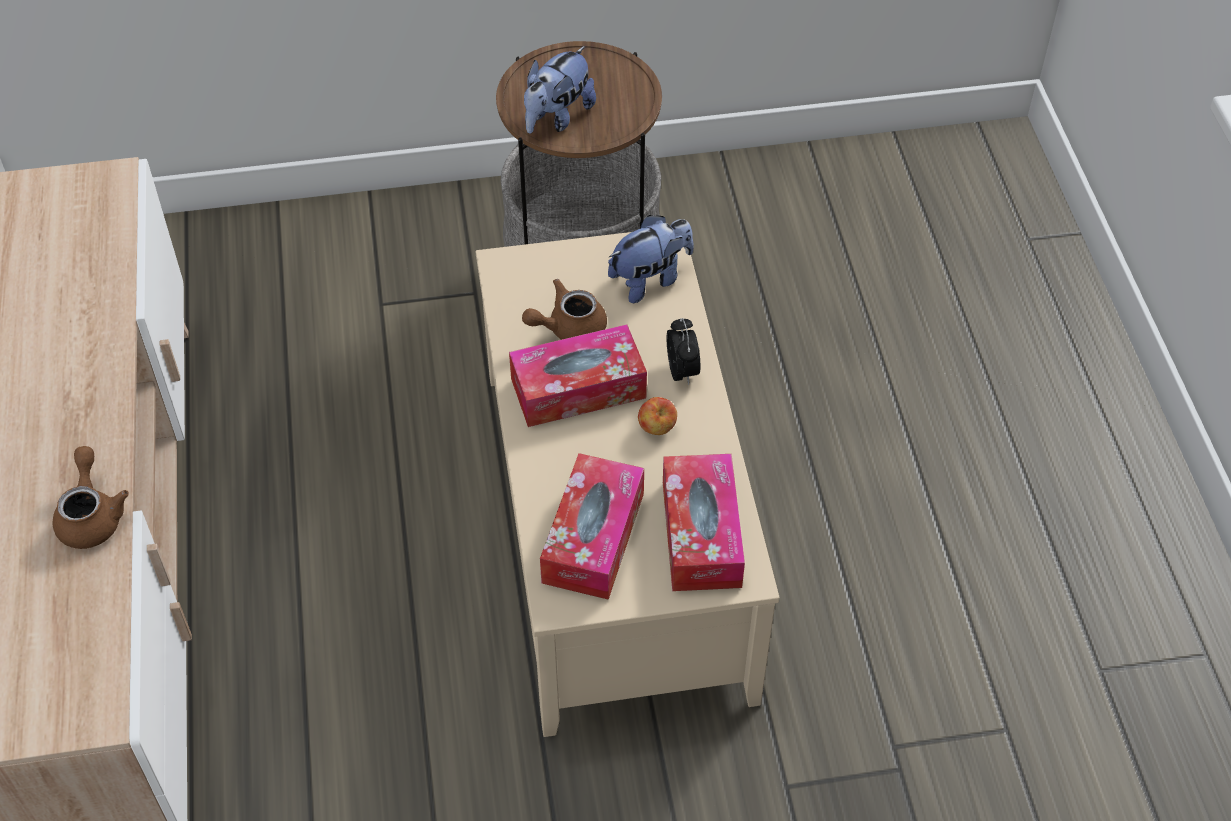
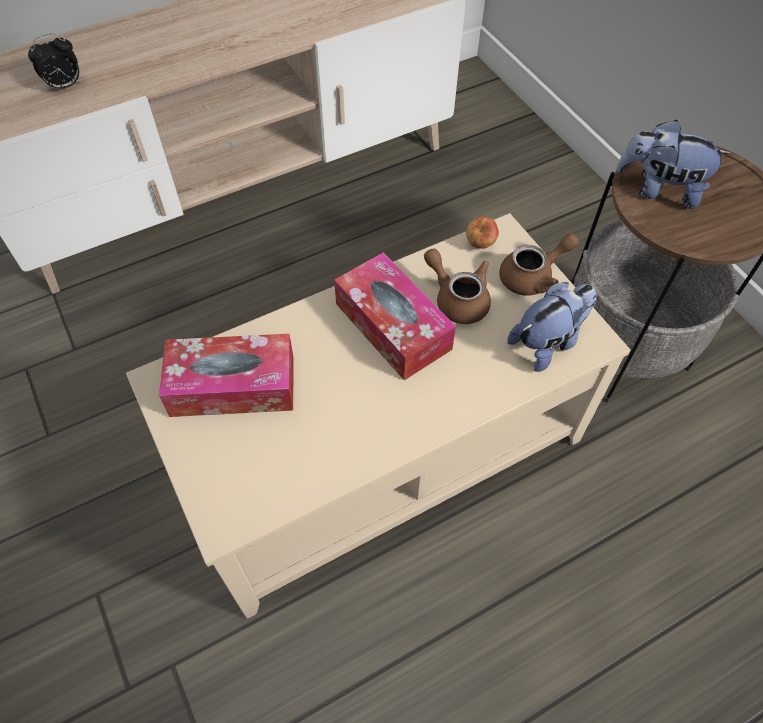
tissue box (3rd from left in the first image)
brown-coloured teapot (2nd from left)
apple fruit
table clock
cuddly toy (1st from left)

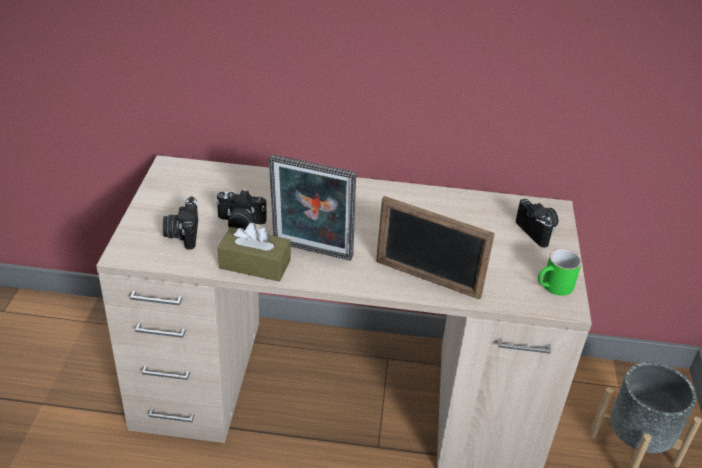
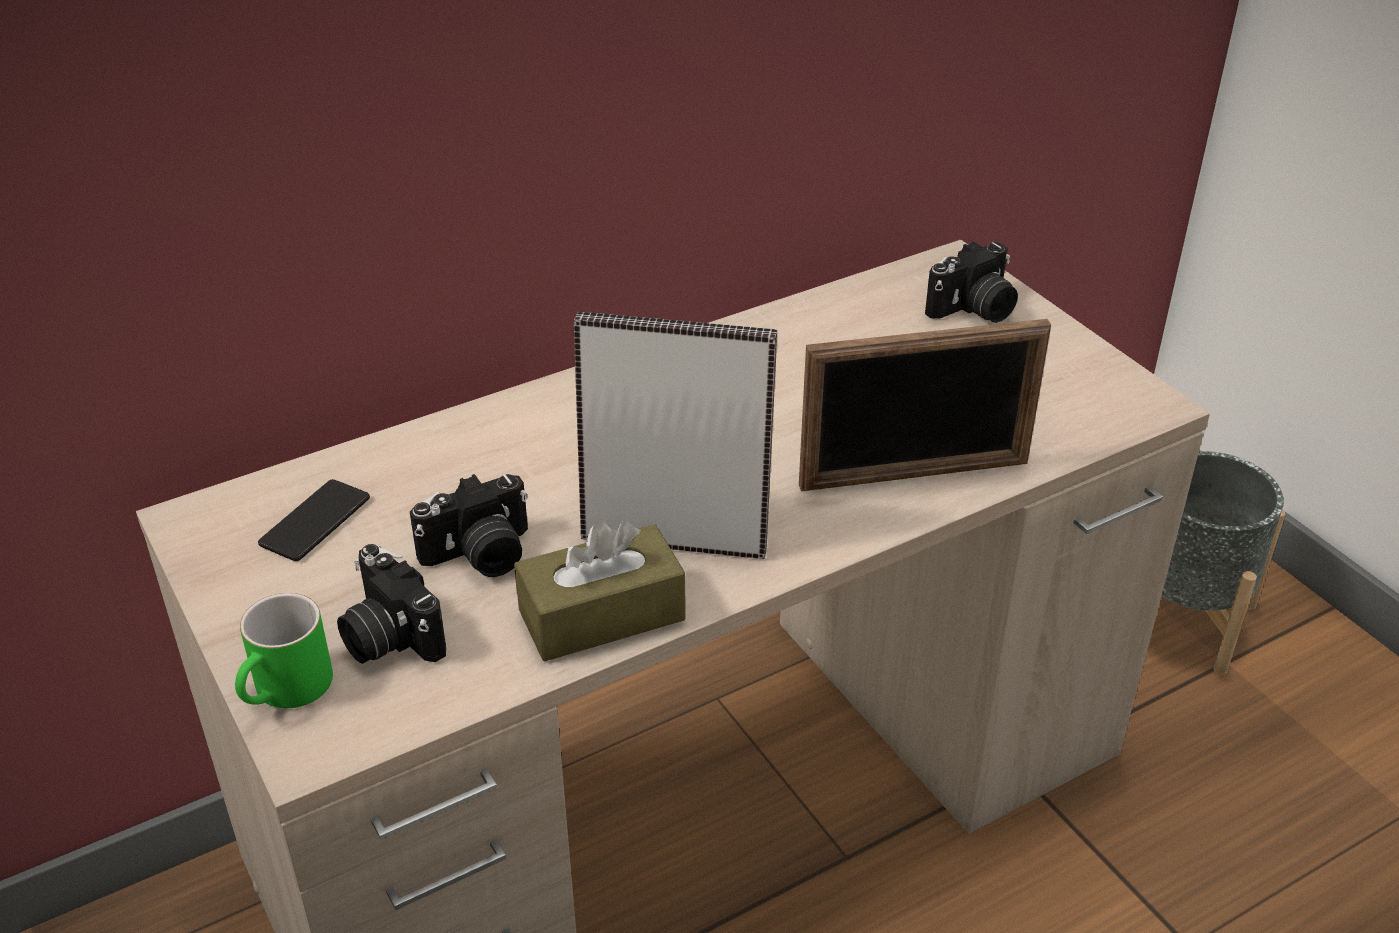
phone
green tea mug
standing frame (1st from left)
still camera (3rd from left)

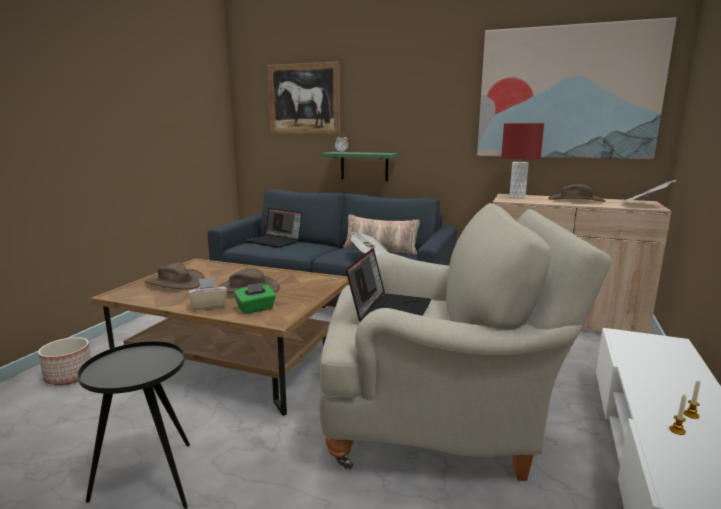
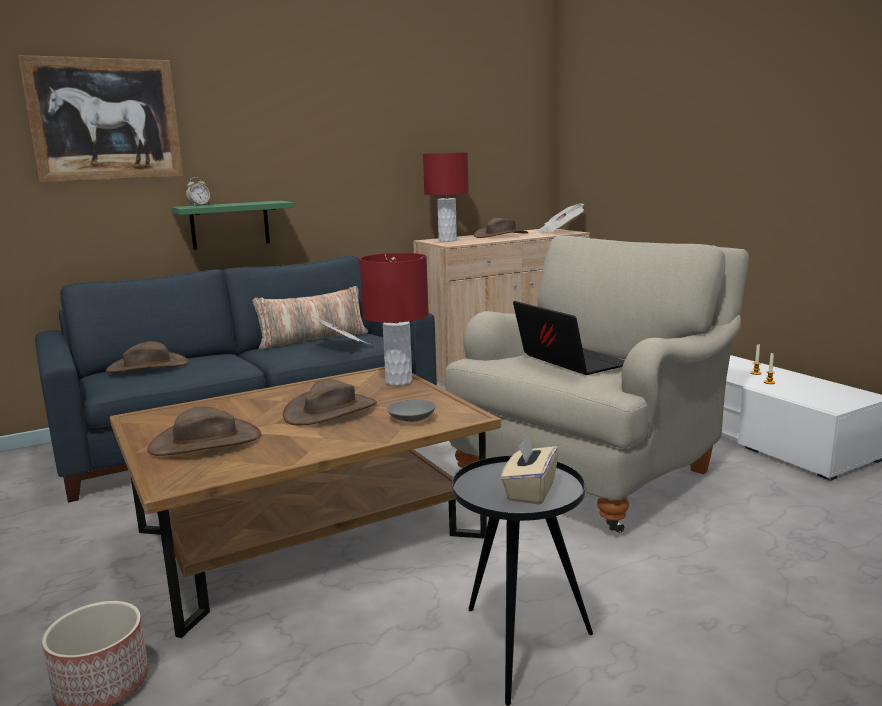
wall picture (2nd from left in the first image)
reddish lamp for a table (1st from left)
sand-coloured tissue box
grey serving bowl
brown-coloured hat (1st from left)

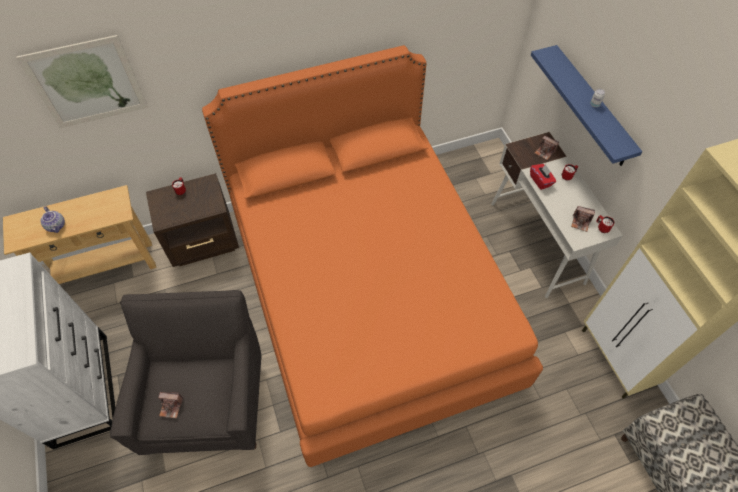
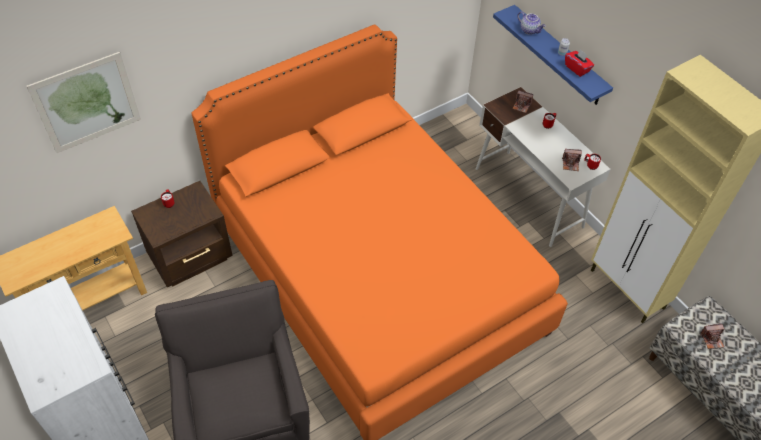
teapot
still camera (3rd from left)
reddish tissue box

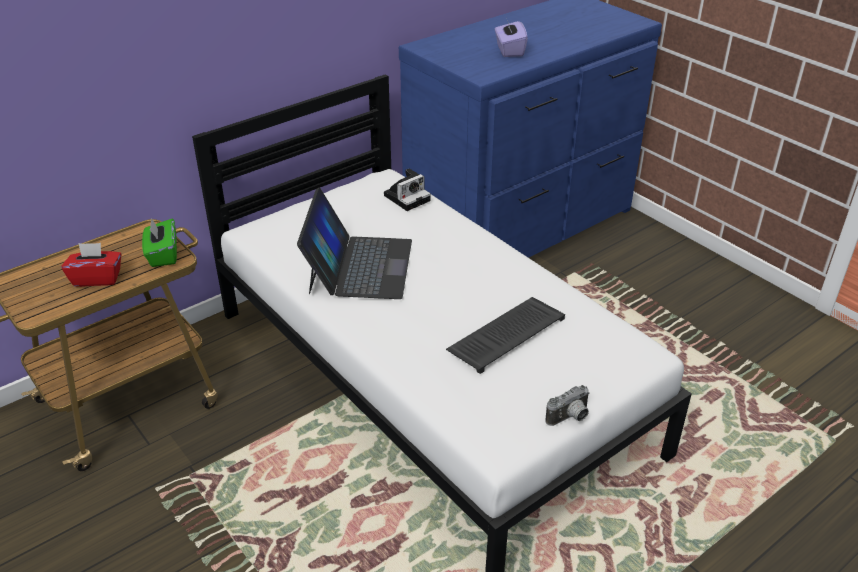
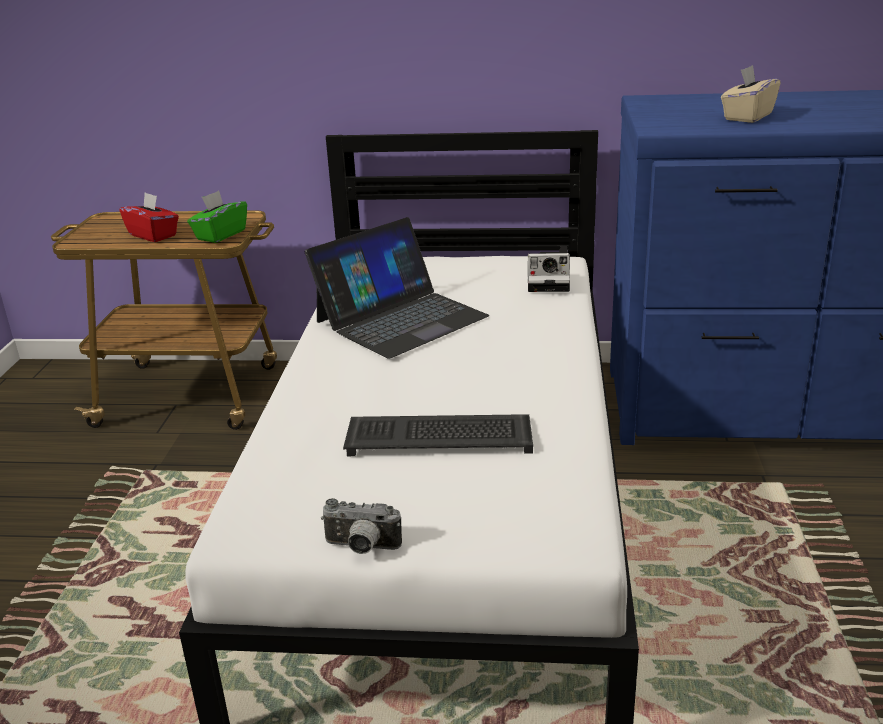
sand-coloured tissue box

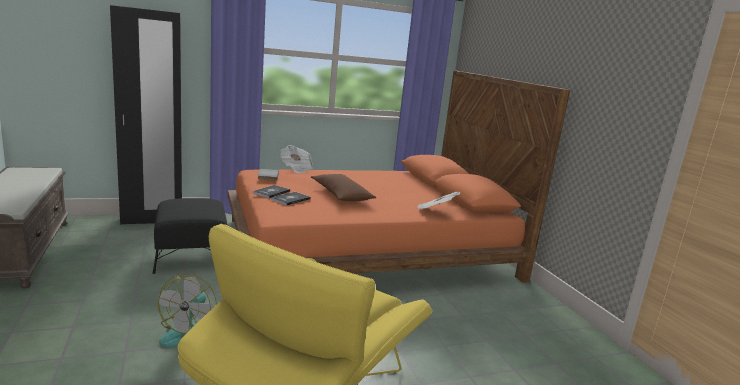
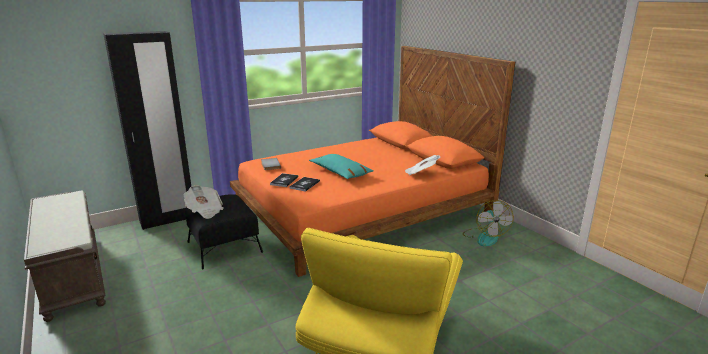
fan
printed paper (1st from left)
blue-green pillow

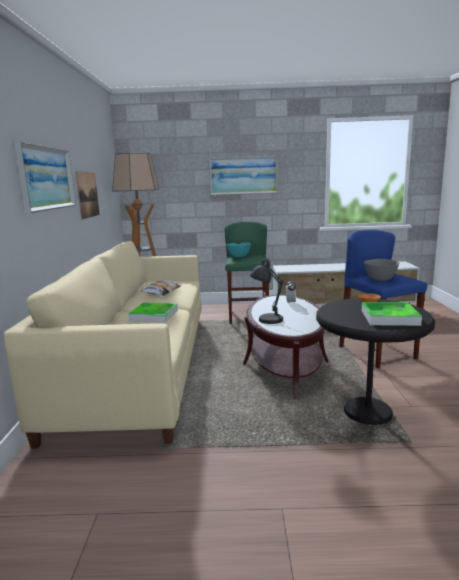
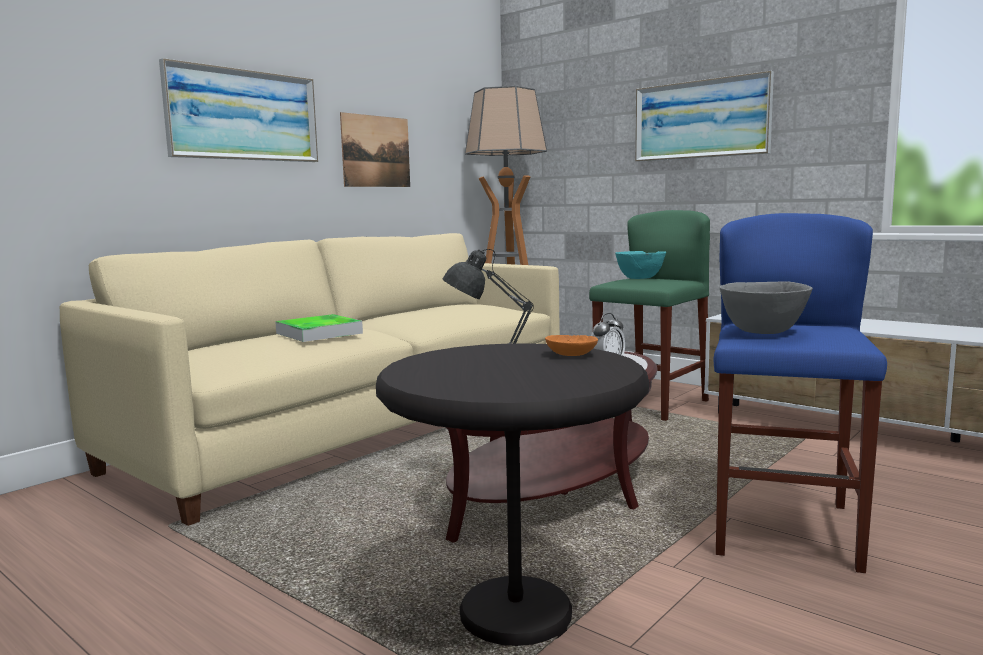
pillow
tray (2nd from left in the first image)

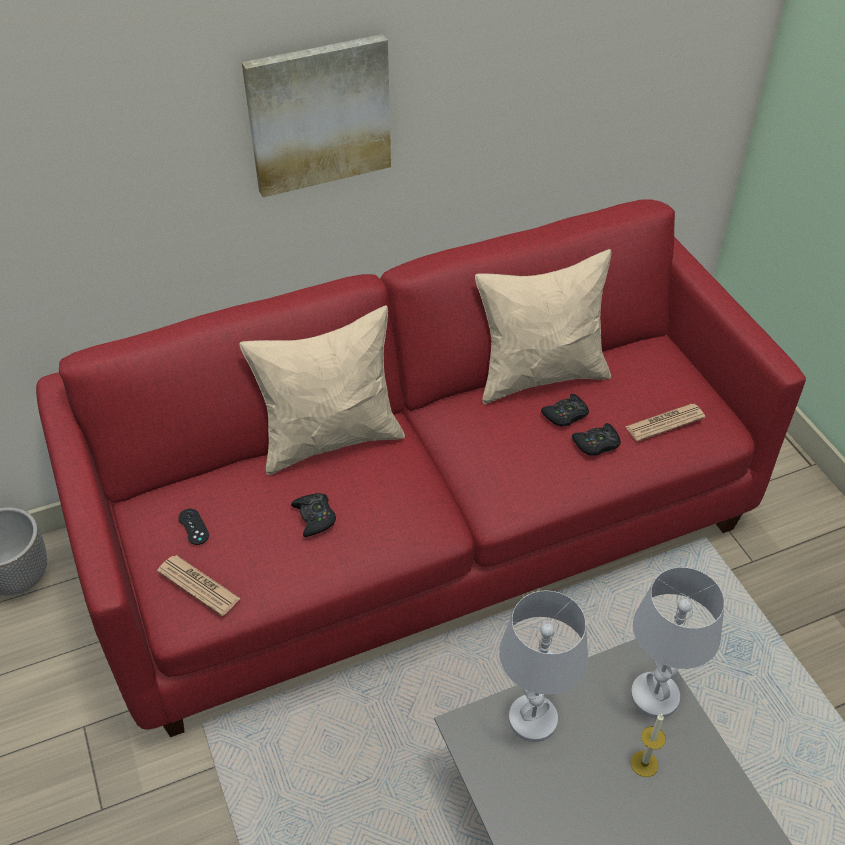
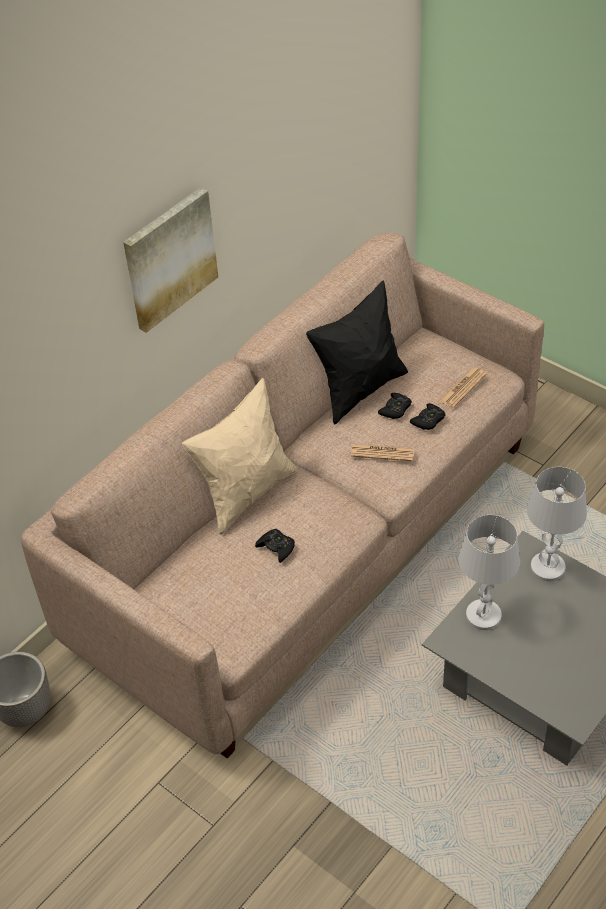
blackish gamepad (1st from left in the first image)
wax light
printed paper (1st from left)
sand-coloured sofa
blackish pillow

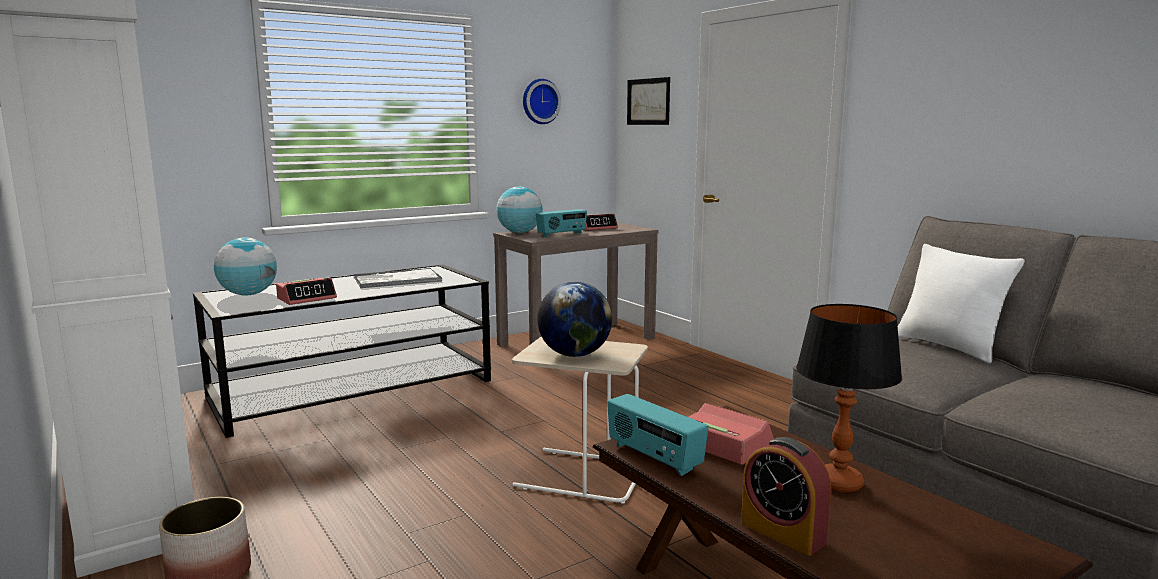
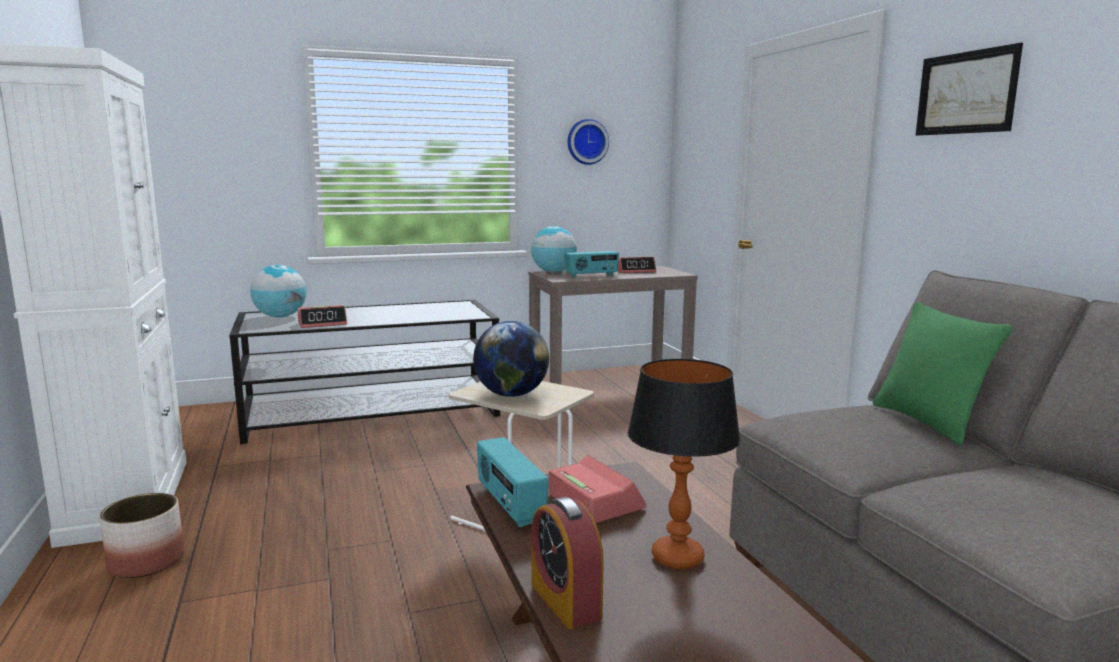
tray
wall picture
green pillow

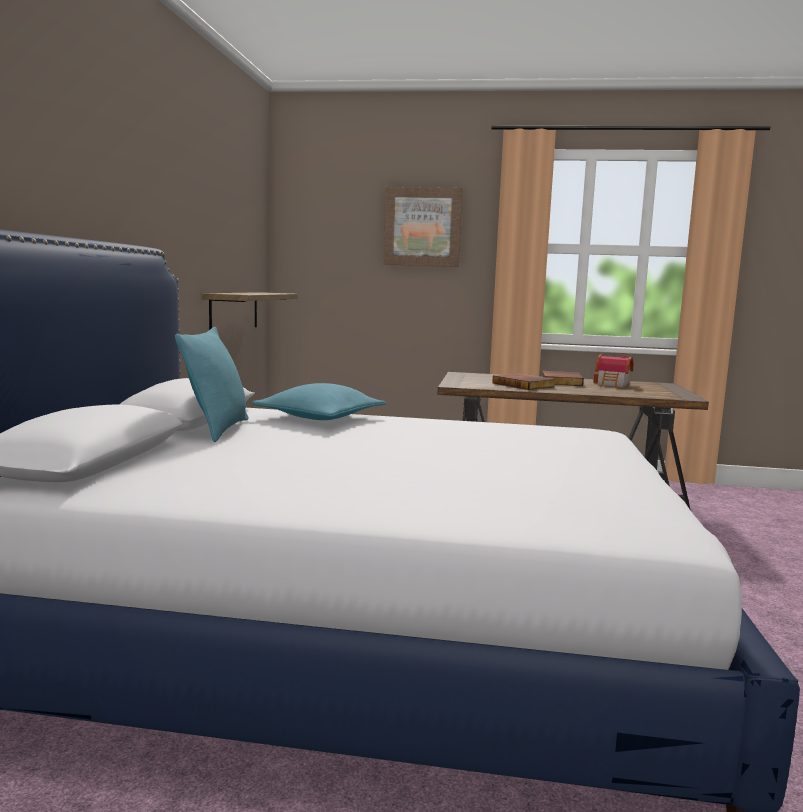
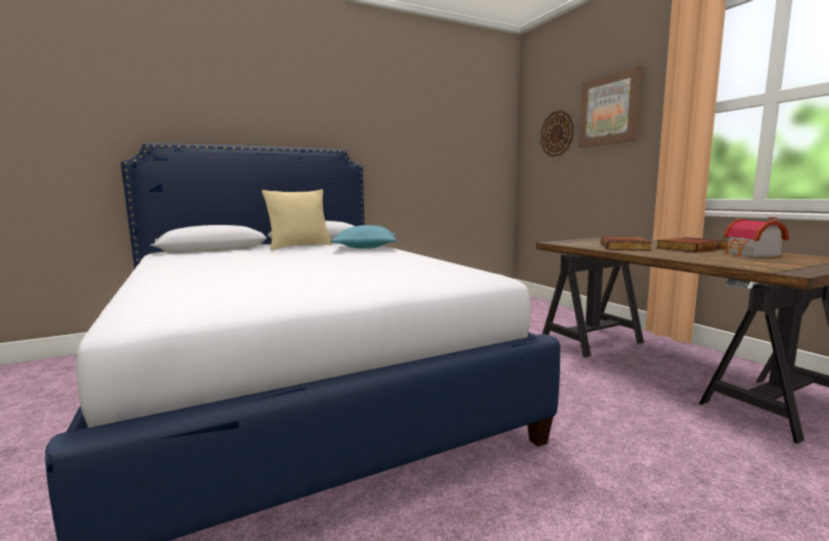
wall shelf
clock on the wall
sand-coloured pillow

